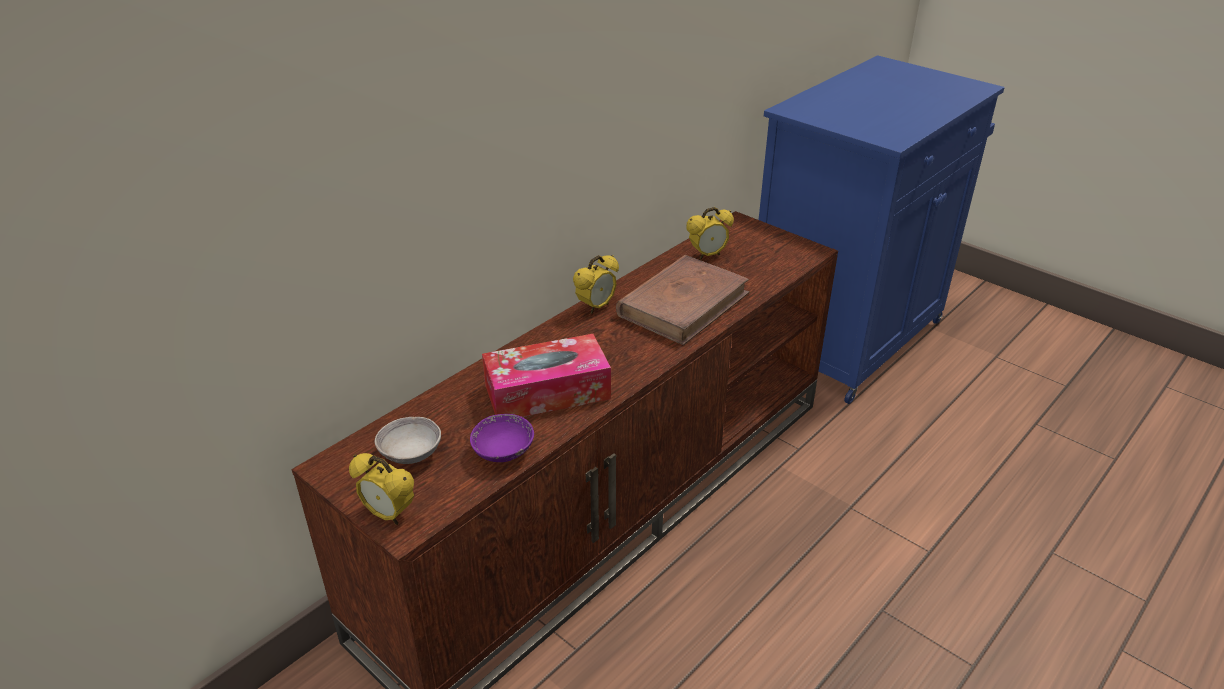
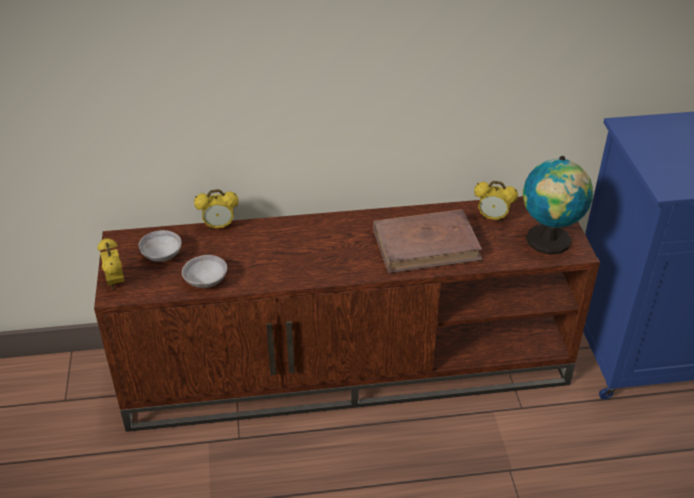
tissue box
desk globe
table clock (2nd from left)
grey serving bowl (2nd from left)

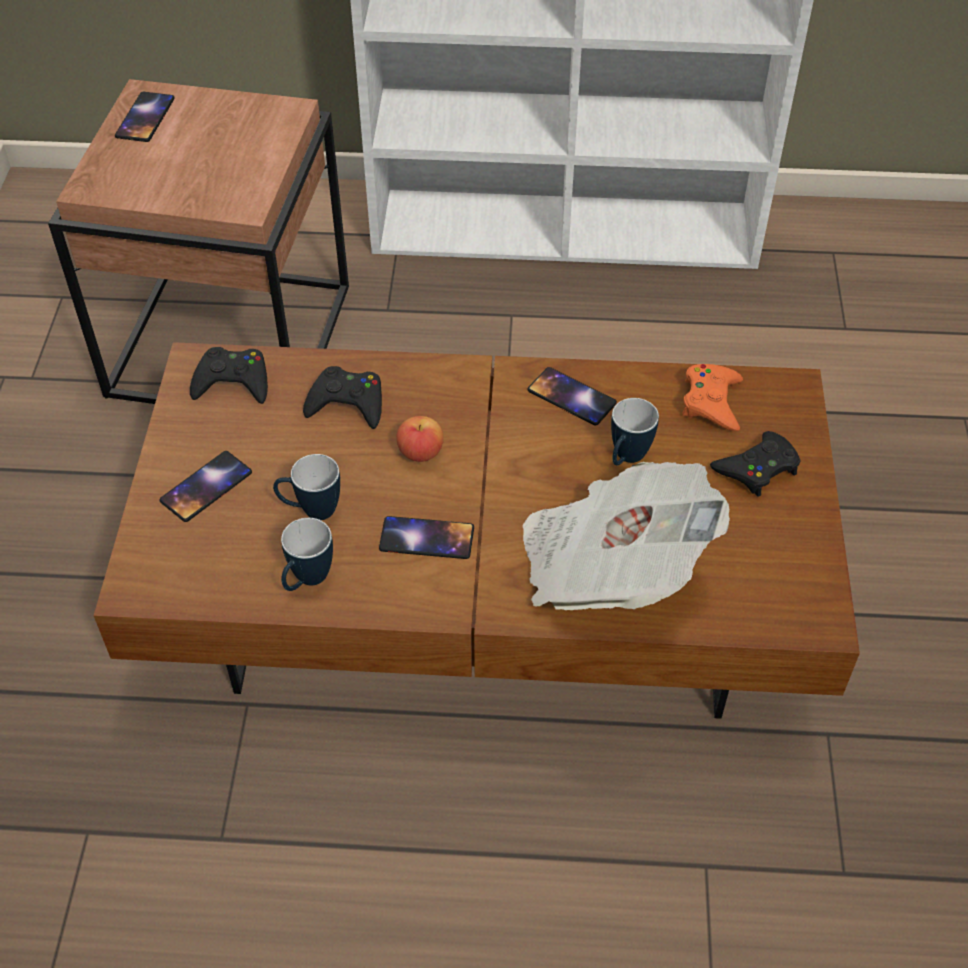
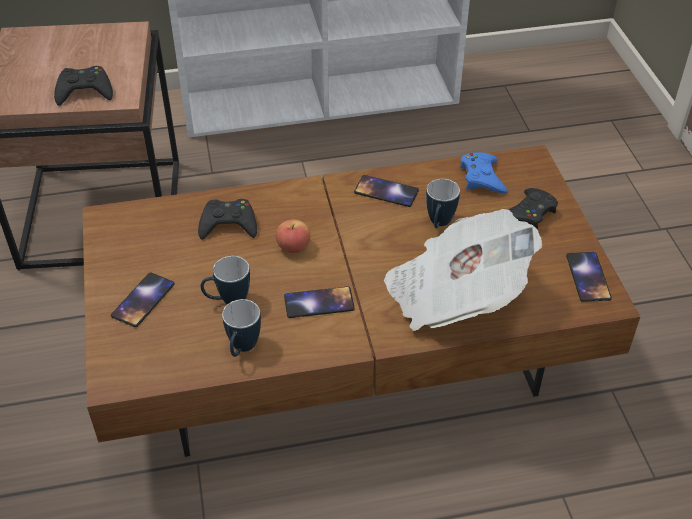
phone (4th from left)
blackish gamepad (1st from left)
blue gamepad

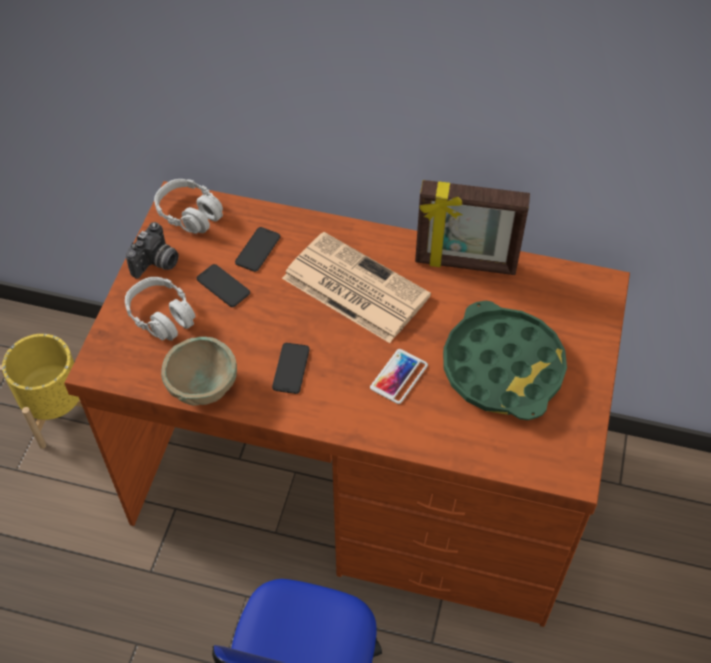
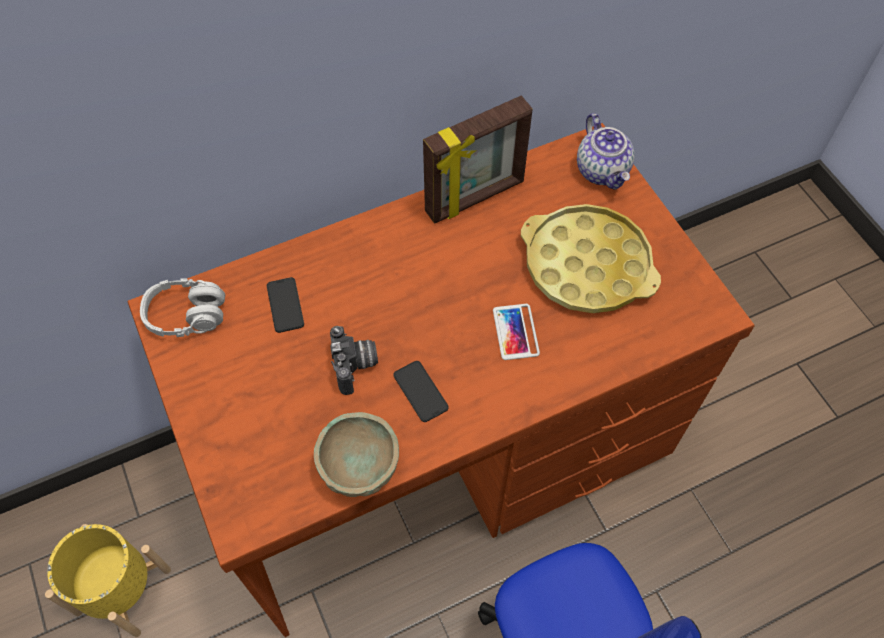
grey headphones (1st from left in the first image)
phone (1st from left in the first image)
printed paper
teapot
still camera
yellowish tray

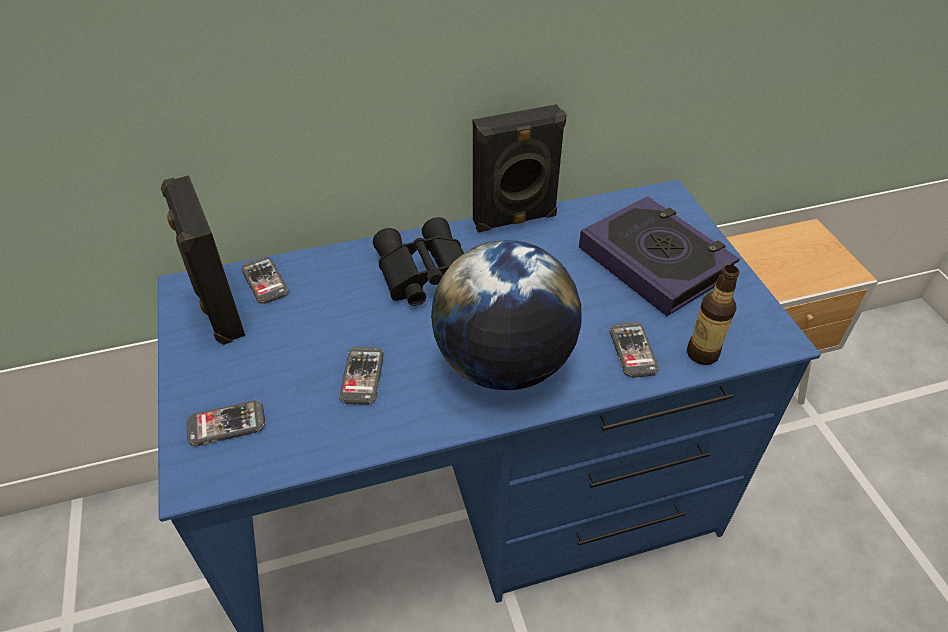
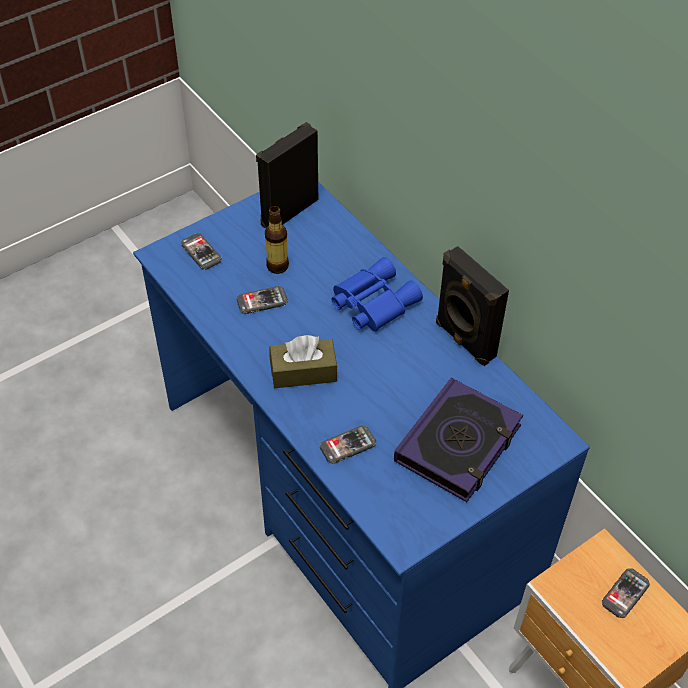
phone (4th from left)
beverage bottle
brown-coloured tissue box
blue field glasses

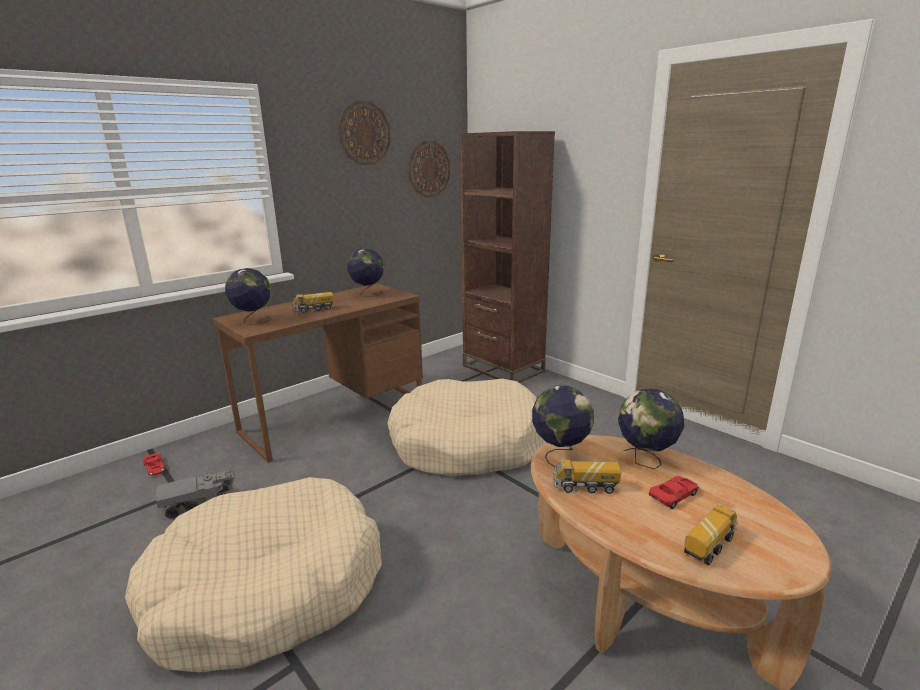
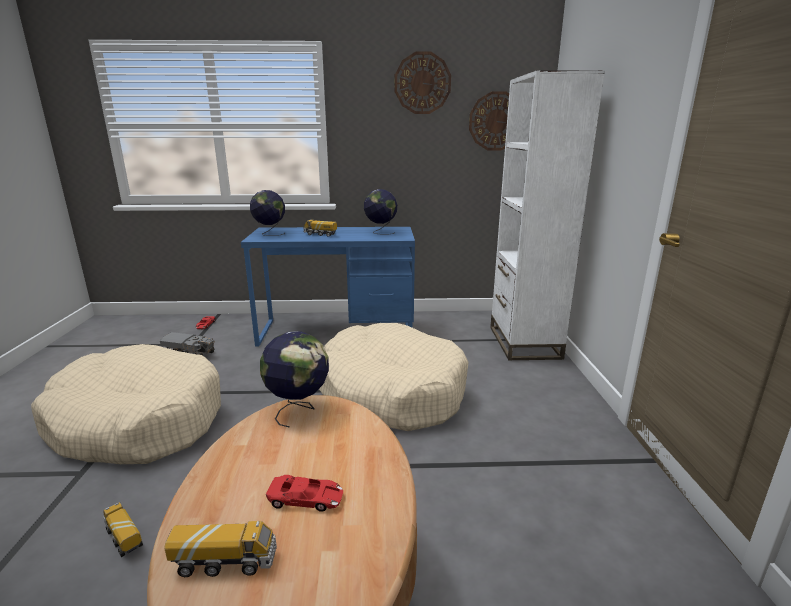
desk globe (4th from left in the first image)
toy truck (1st from left)
blue desk table
white bookshelf

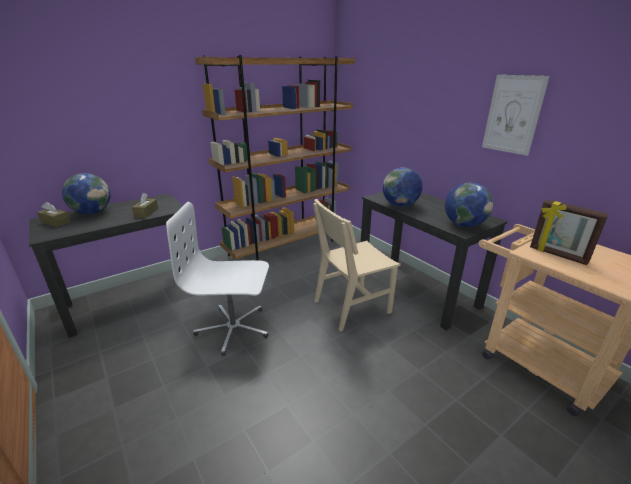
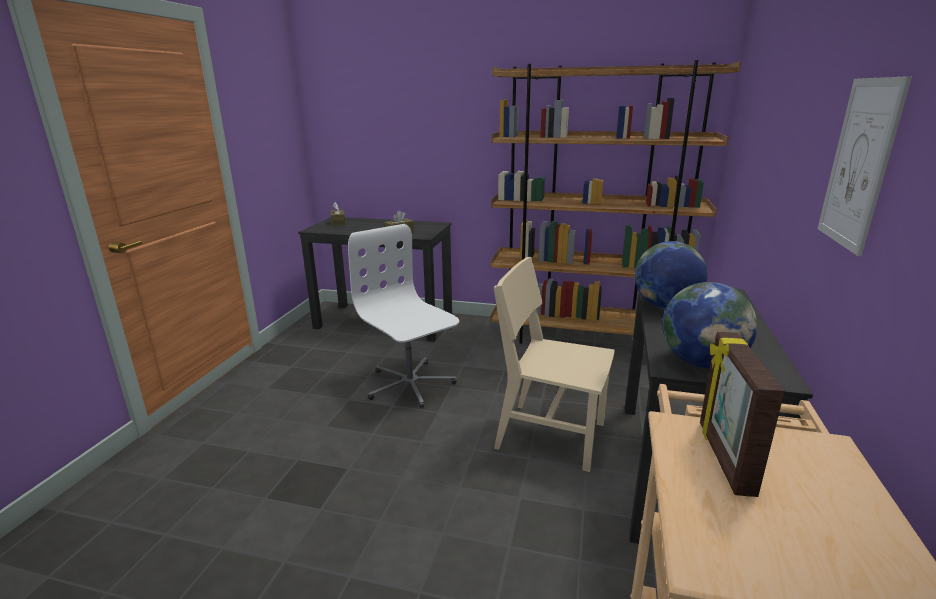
desk globe (1st from left in the first image)

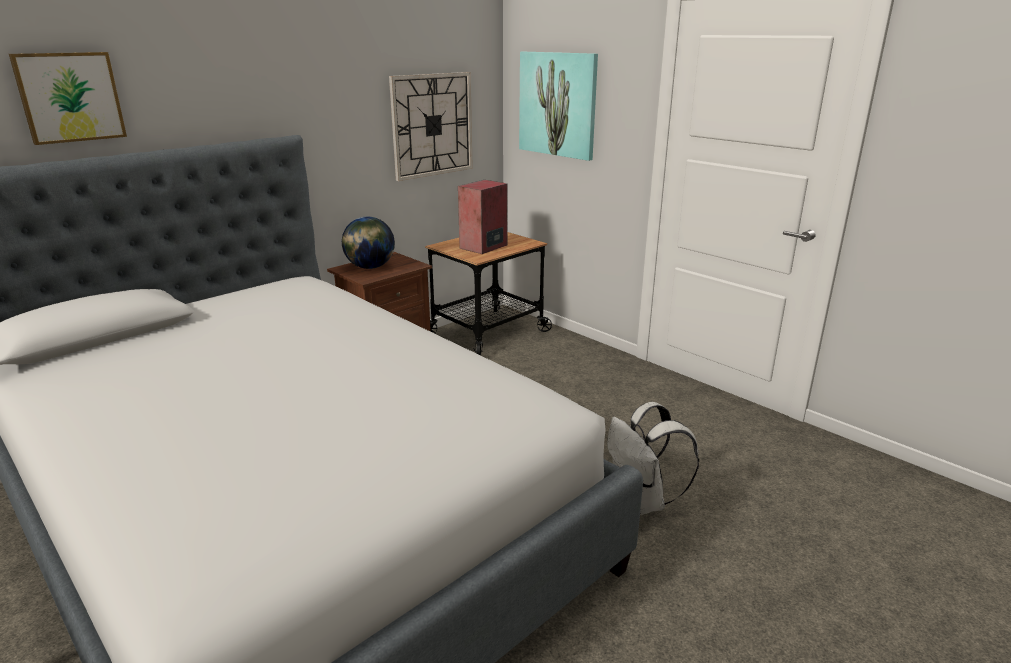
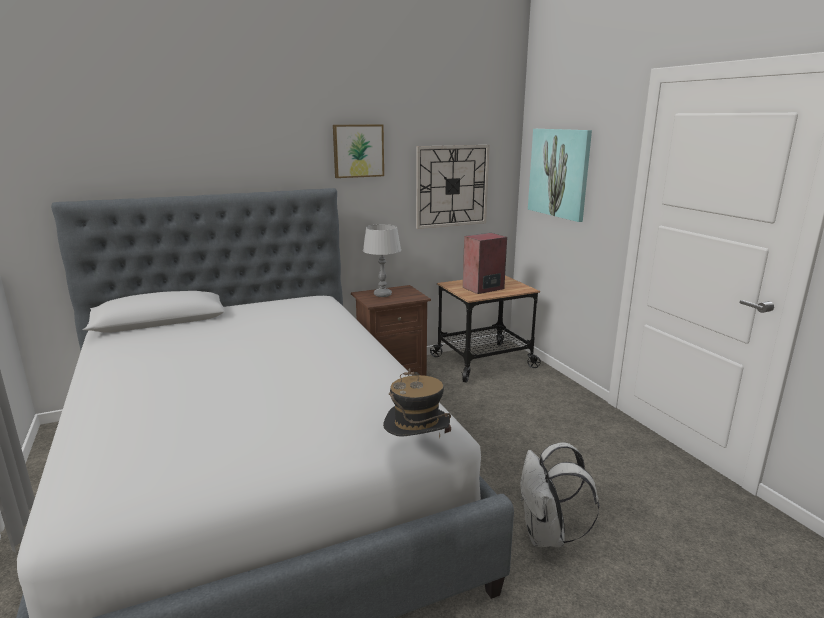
hat
wall picture (1st from left)
grey lamp for a table

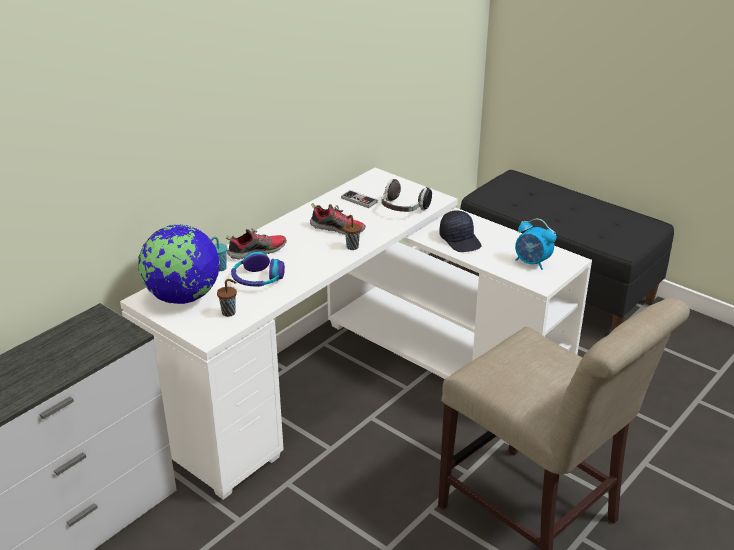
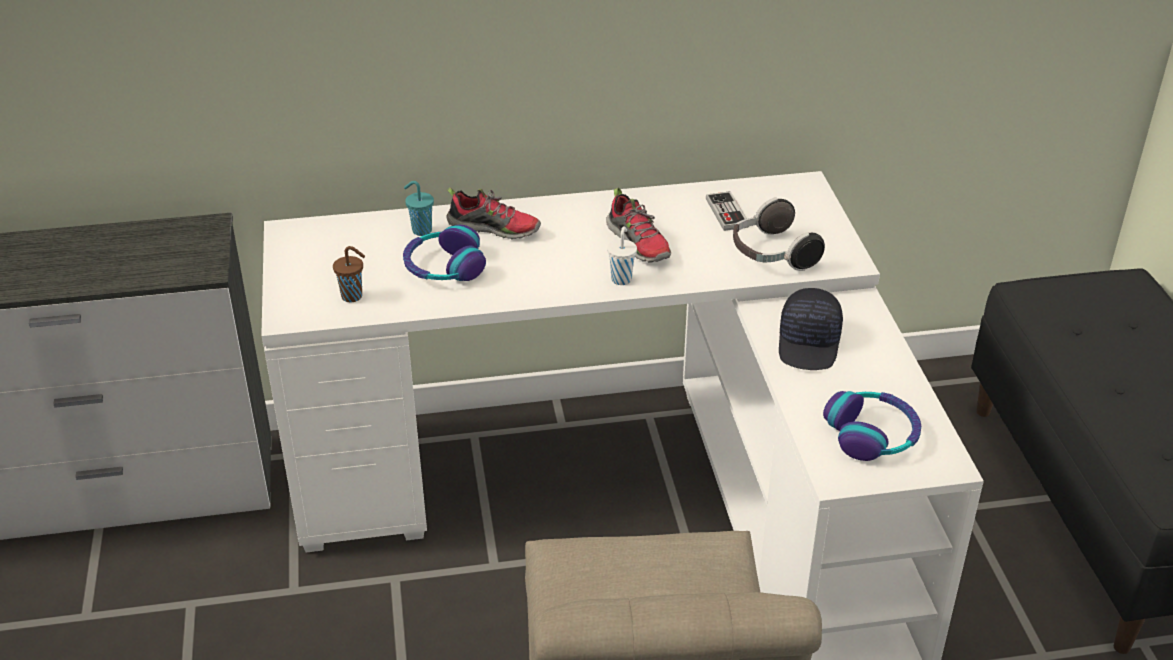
desk globe
headphones (3rd from left)
white drinking cup

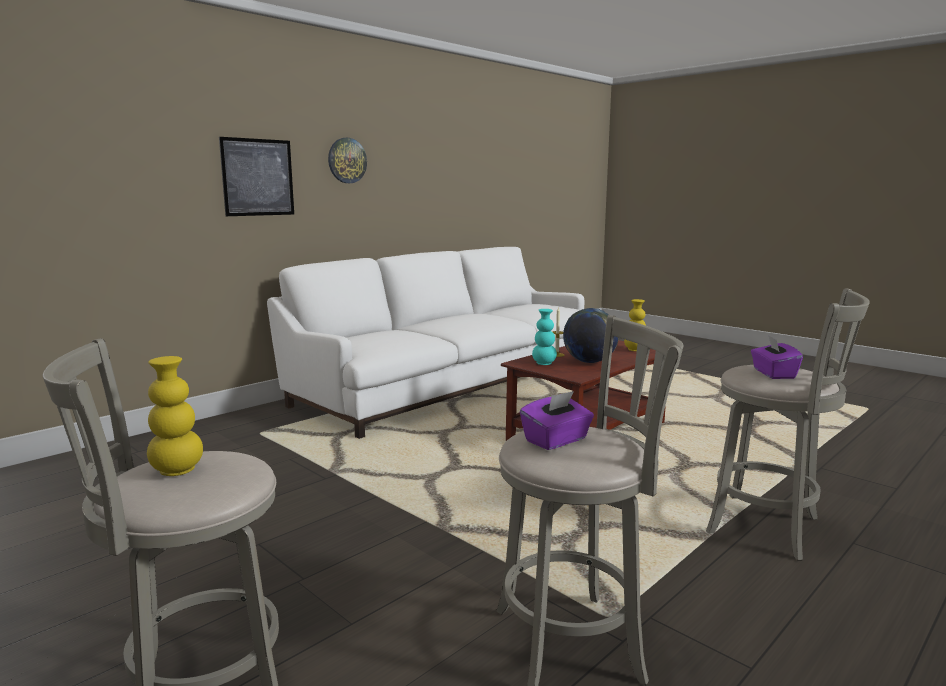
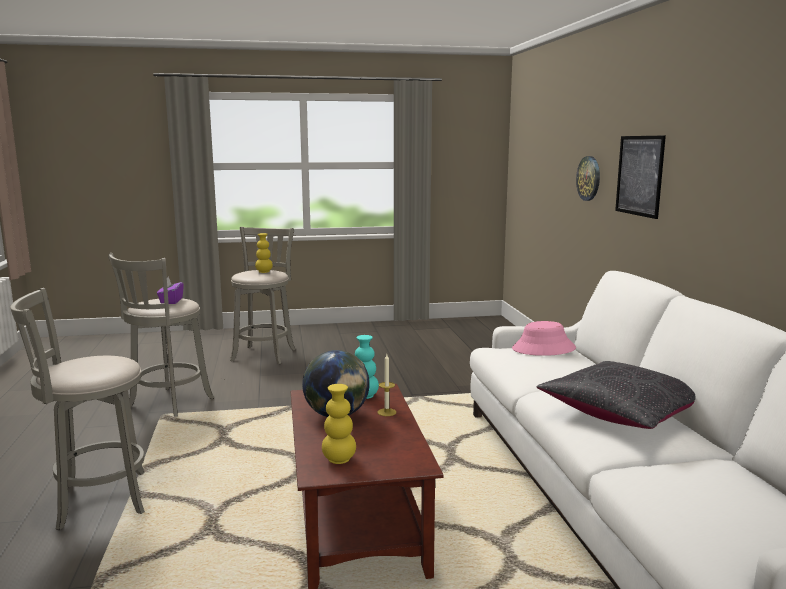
purple-coloured tissue box (2nd from left in the first image)
pink-coloured hat
blackish pillow
clock on the wall

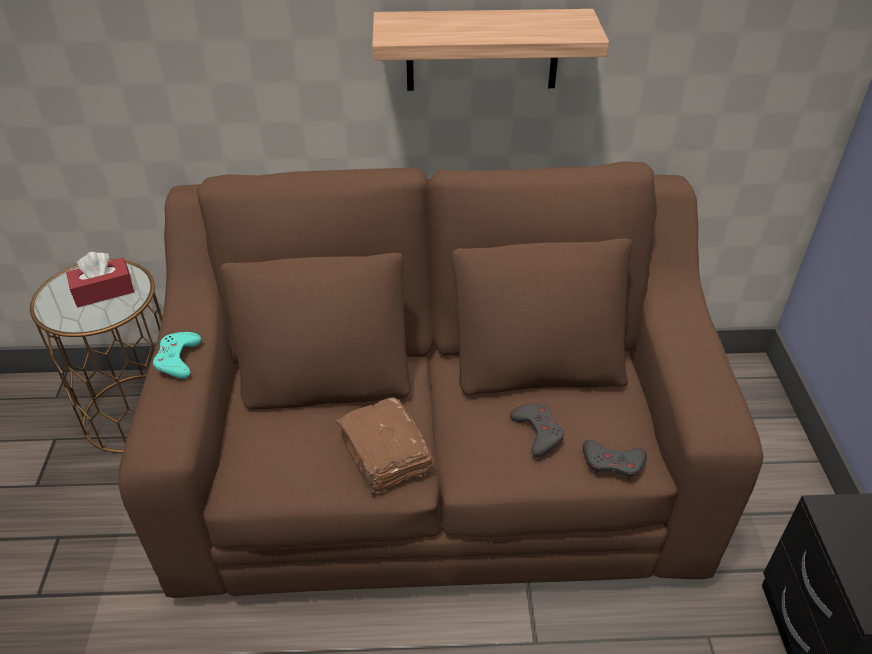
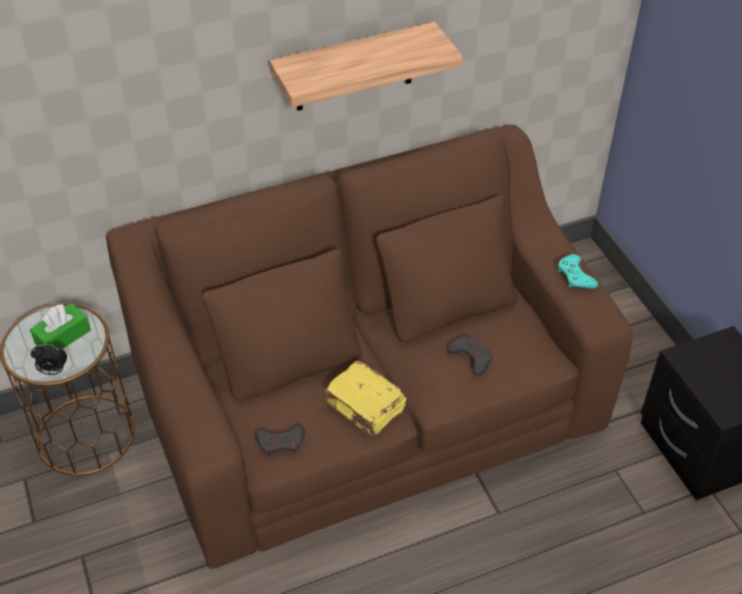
table clock
blue-green gamepad
grey gamepad (1st from left)
green tissue box
yellowish volume

